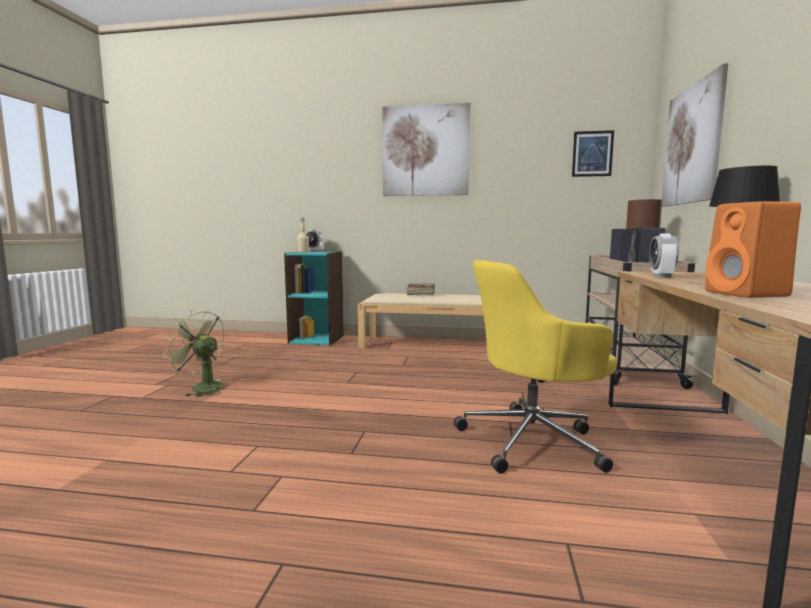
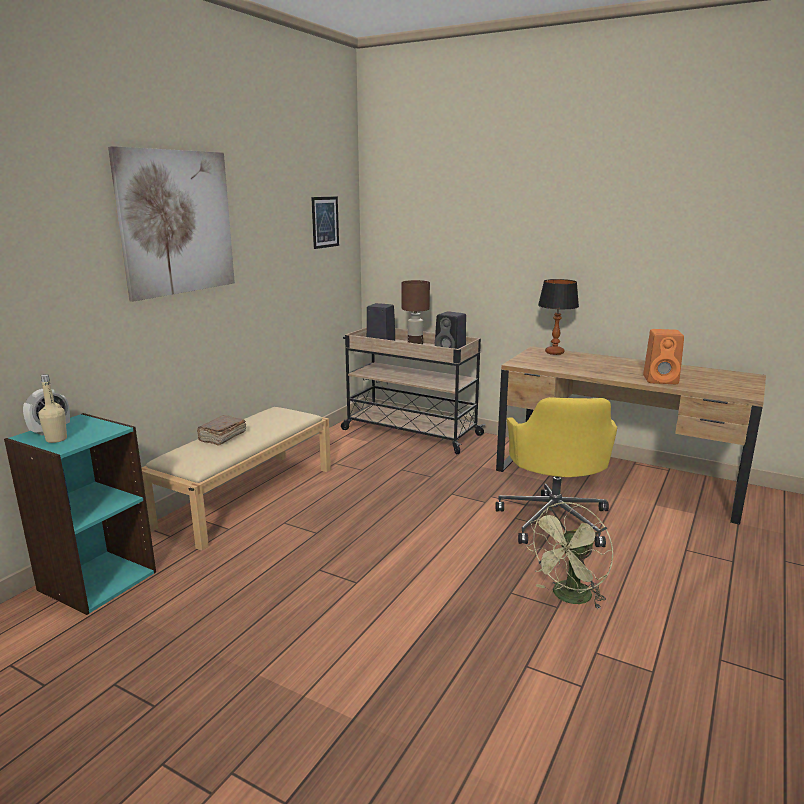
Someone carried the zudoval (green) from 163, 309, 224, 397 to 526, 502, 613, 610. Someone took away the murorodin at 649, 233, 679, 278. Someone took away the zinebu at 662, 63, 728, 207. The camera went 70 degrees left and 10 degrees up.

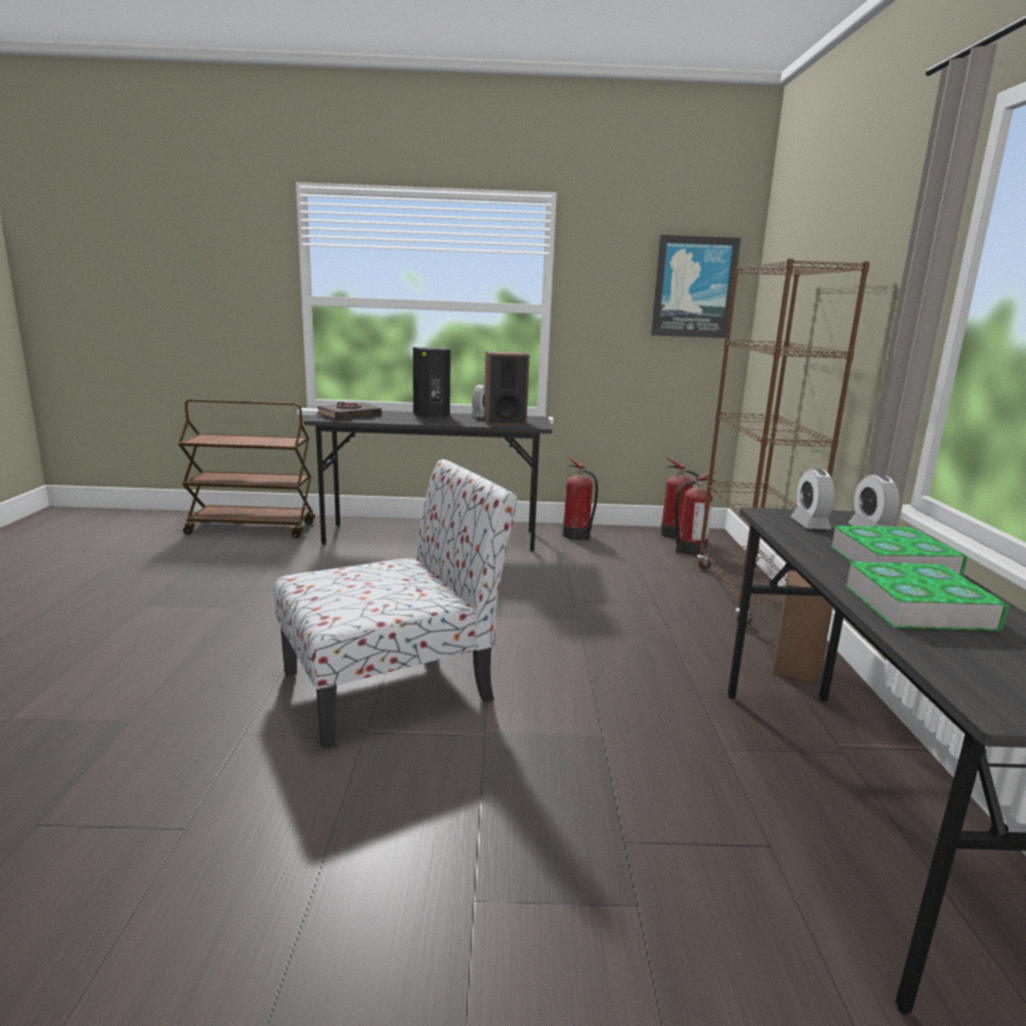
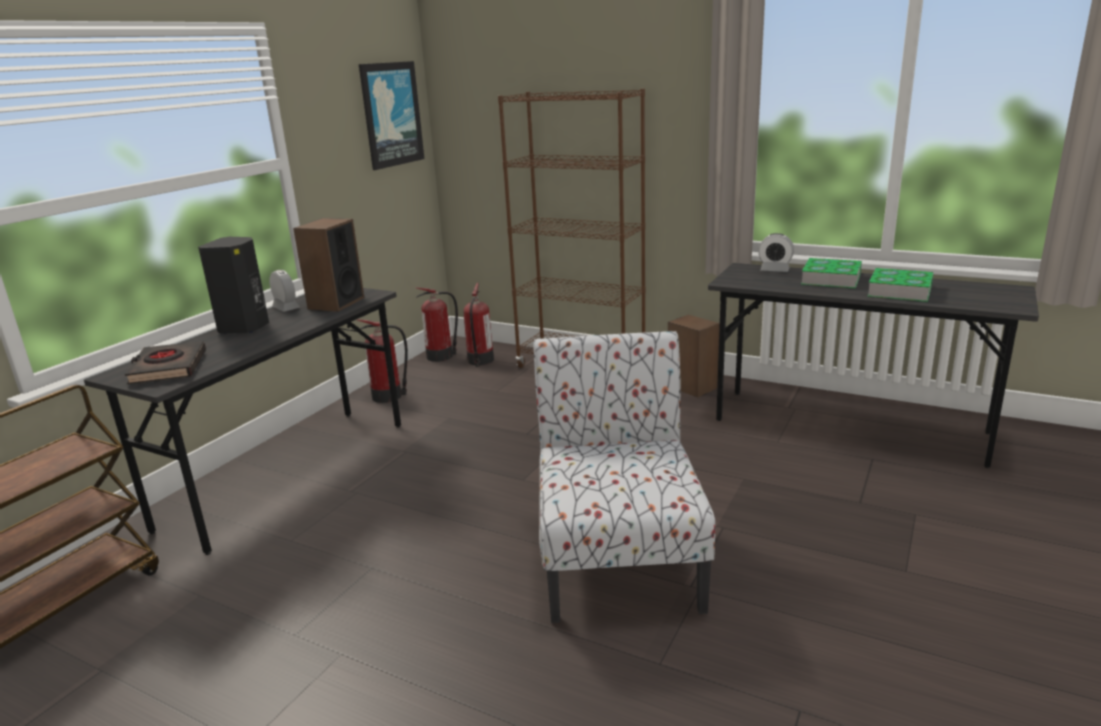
Someone took away the murorodin at 790, 469, 834, 529. The camera went 60 degrees left and 5 degrees up.

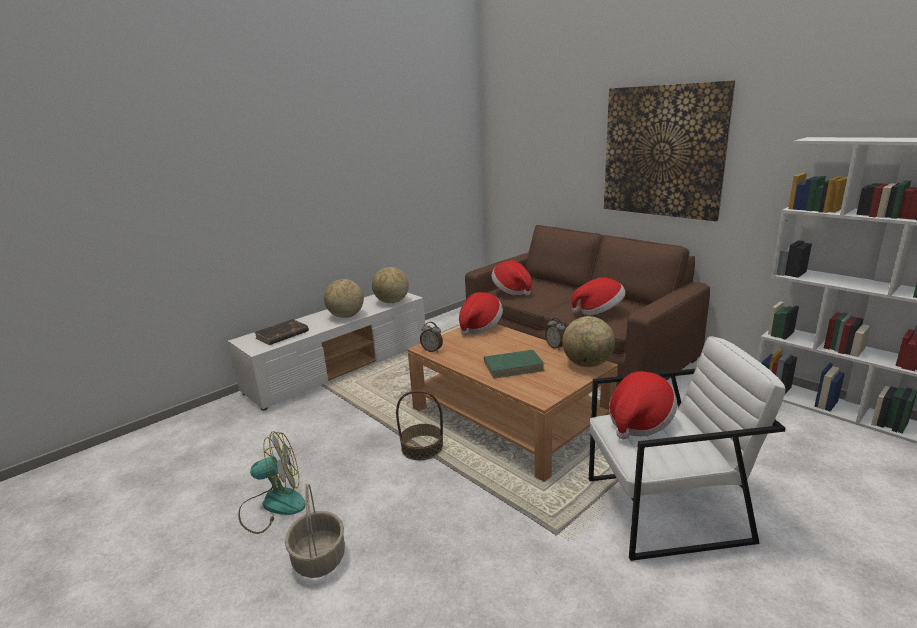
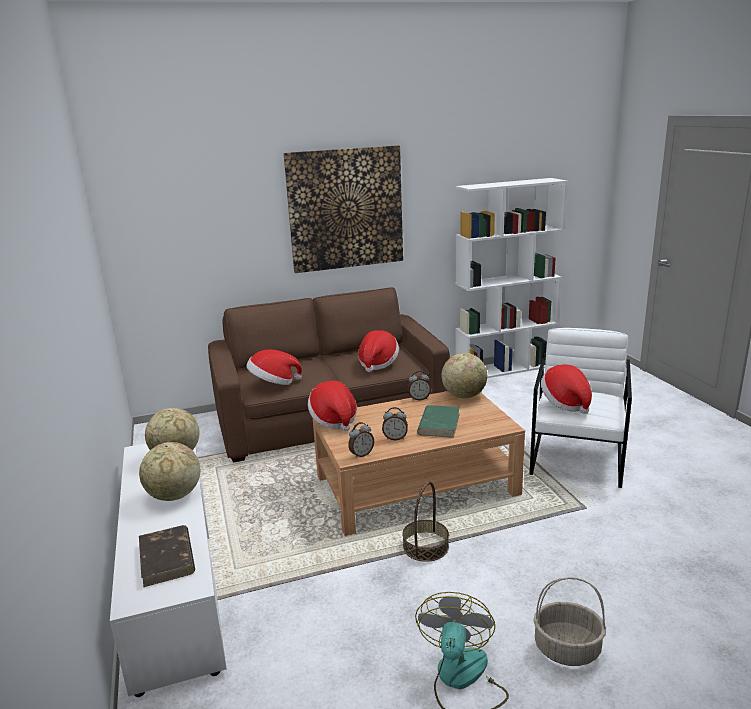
Someone put down the murorodin at 382, 407, 408, 440. The camera went 65 degrees left and 0 degrees up.

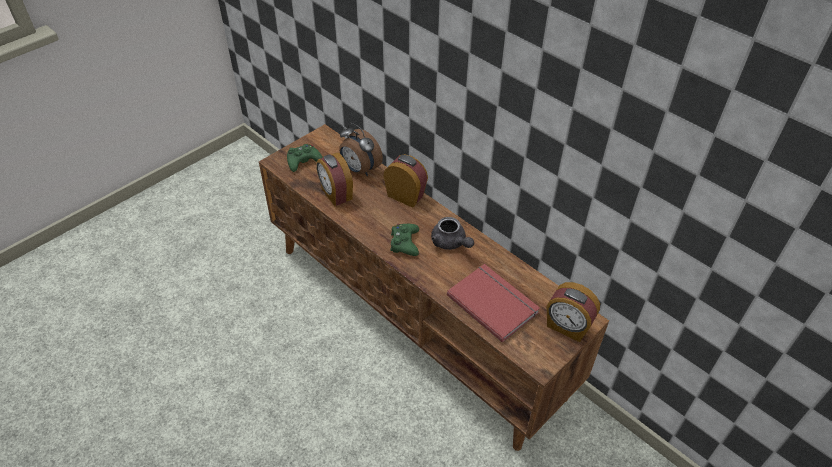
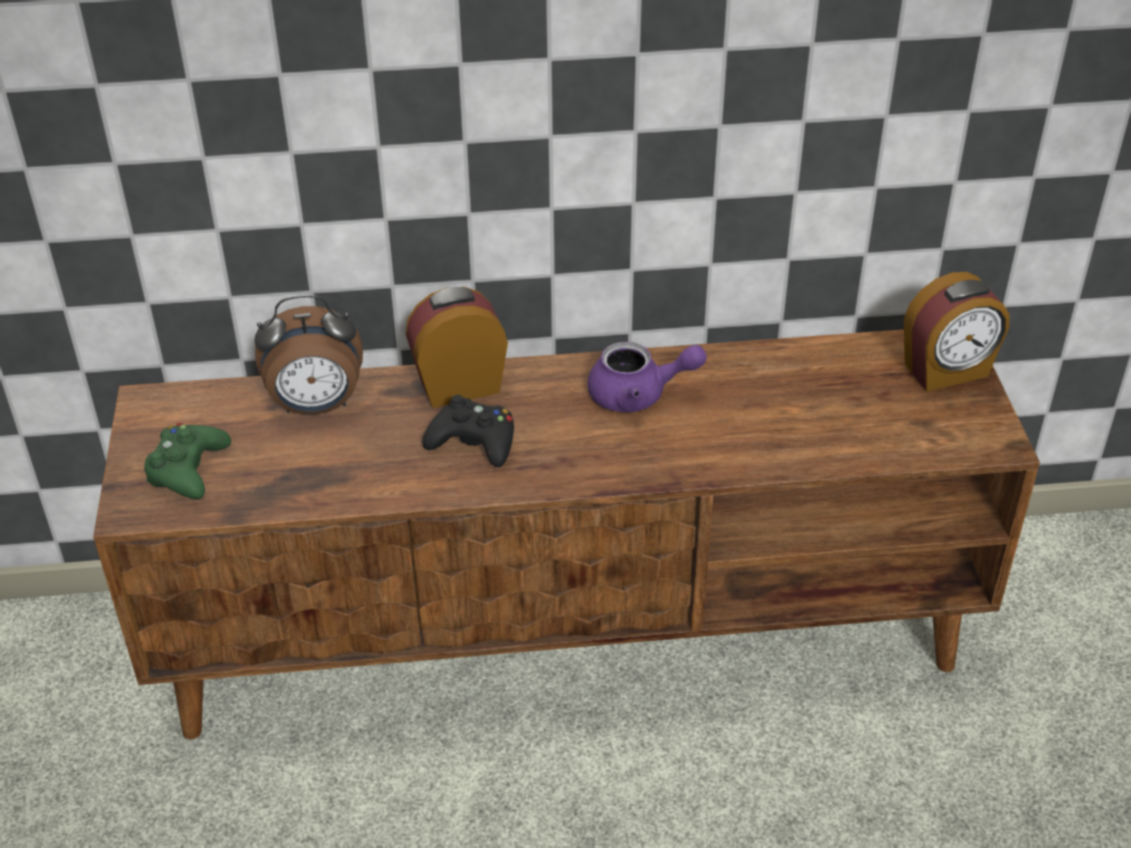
Someone took away the murorodin at 316, 153, 353, 206. Someone took away the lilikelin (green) at 390, 224, 419, 256. Someone repainted the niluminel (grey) at 431, 217, 474, 250, which became the niluminel (purple) at 588, 342, 707, 412. Someone took away the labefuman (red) at 447, 264, 540, 343. Someone put down the lilikelin (black) at 422, 395, 514, 467. The camera went 50 degrees left and 5 degrees down.

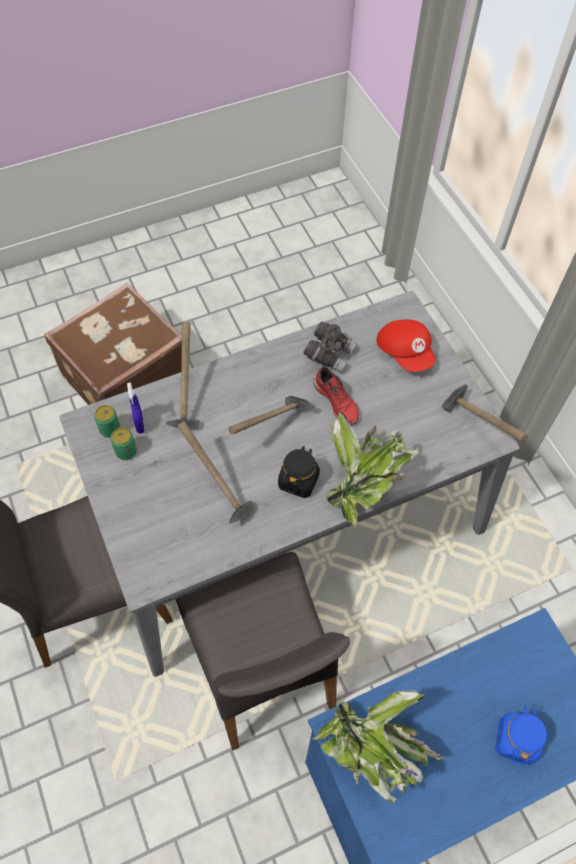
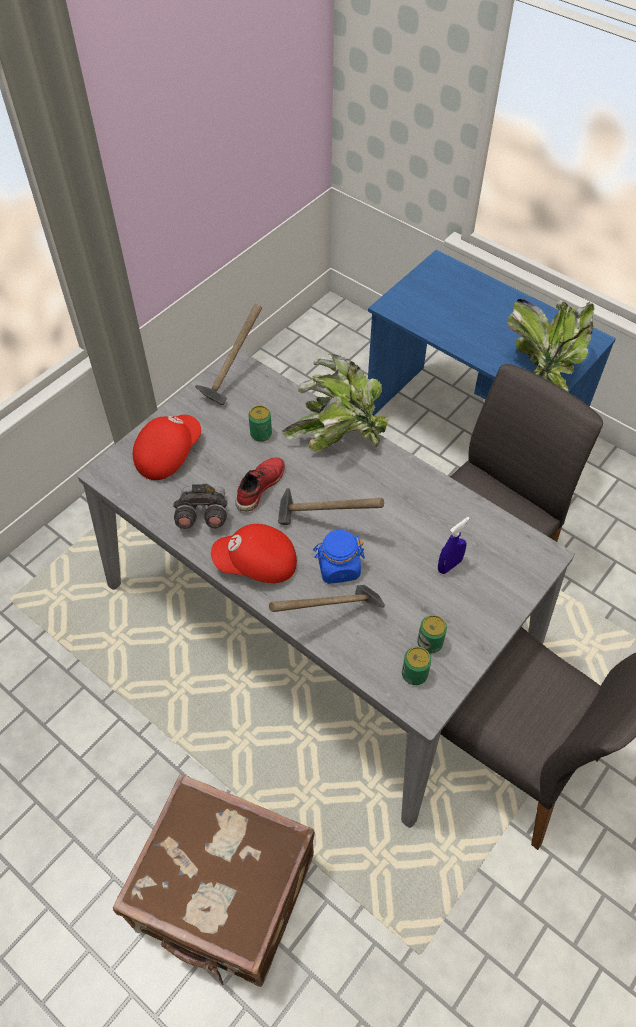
Someone carried the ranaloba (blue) from 127, 383, 145, 434 to 438, 517, 470, 574. Someone took away the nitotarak at 177, 421, 255, 524. Someone took away the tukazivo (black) at 278, 446, 320, 498. Someone carried the tukazivo (blue) from 496, 705, 547, 766 to 313, 530, 365, 584. Someone put down the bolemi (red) at 211, 524, 297, 583. Someone put down the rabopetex at 248, 405, 272, 442. The camera went 115 degrees left and 5 degrees down.

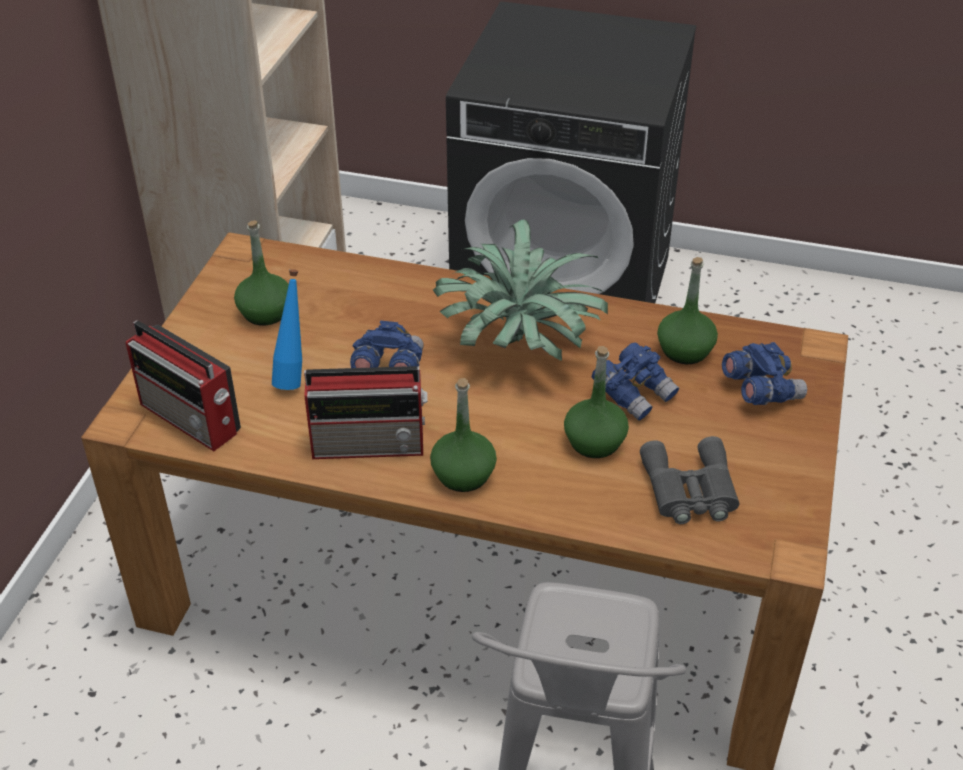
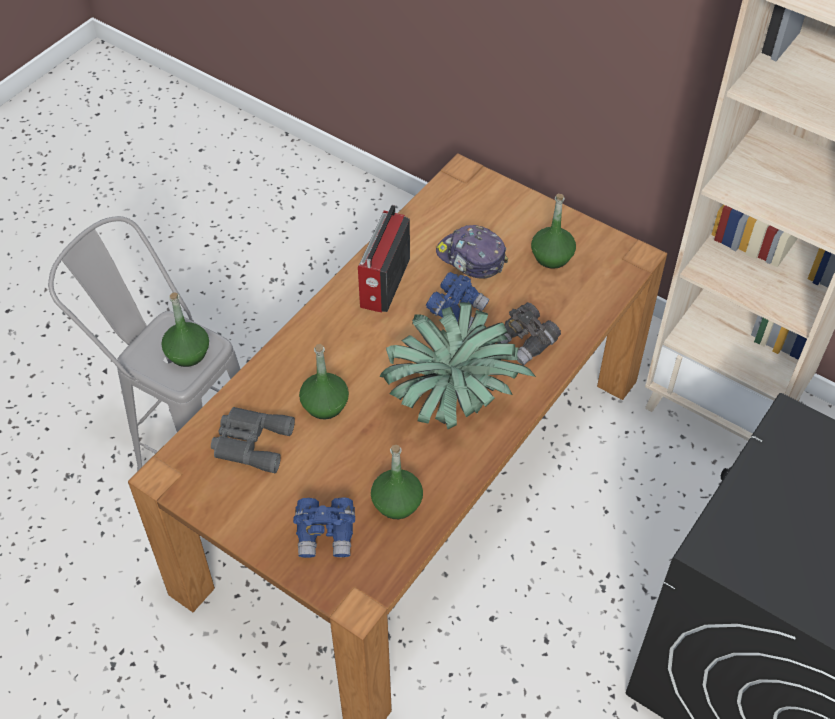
Someone took away the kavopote at 126, 320, 241, 451. Someone swapped the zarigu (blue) at 272, 269, 302, 390 for the bolemi at 436, 225, 508, 279. Someone carried the zarigu (green) from 430, 378, 497, 492 to 161, 292, 209, 367. Someone took away the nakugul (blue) at 592, 342, 679, 421. Someone put down the nakugul (grey) at 497, 302, 561, 366. The camera went 110 degrees right and 10 degrees up.

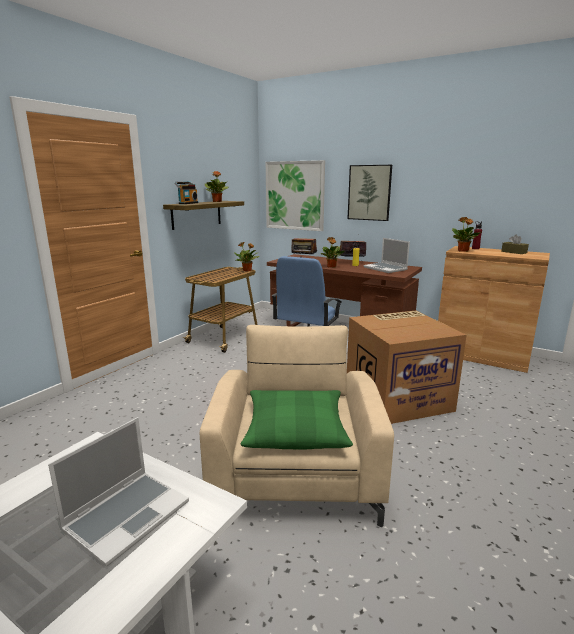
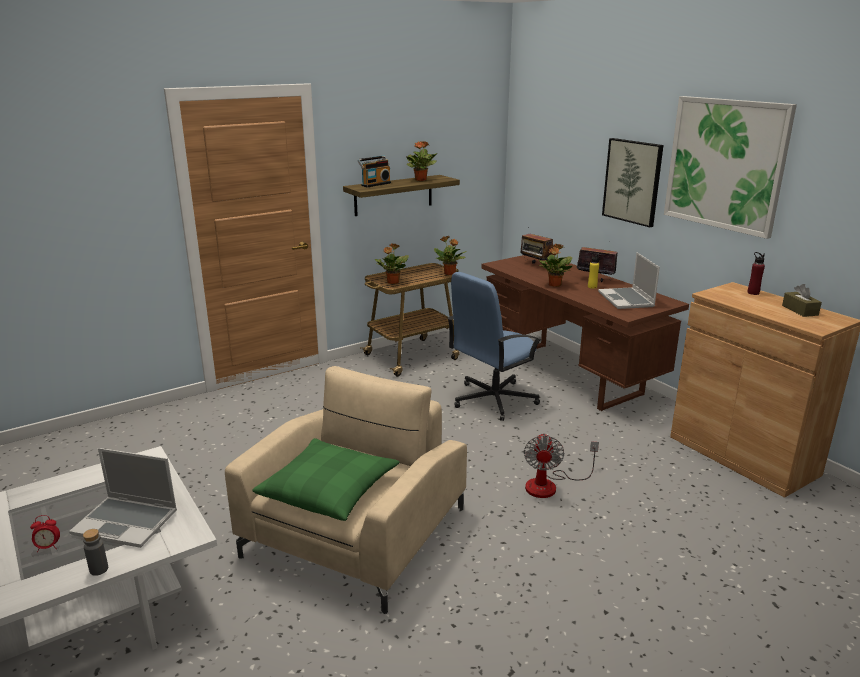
Someone rotated the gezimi at 48, 417, 189, 567 by 45 degrees clockwise. Someone carried the zinebu from 266, 160, 325, 231 to 664, 96, 797, 239. Someone swapped the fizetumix at 347, 311, 466, 424 for the zudoval at 524, 433, 599, 498. Someone carried the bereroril from 452, 217, 481, 252 to 374, 243, 409, 284. Someone put down the murorodin at 30, 515, 60, 552. Someone put down the zarigu (grey) at 83, 529, 108, 576. The camera went 25 degrees right and 5 degrees up.

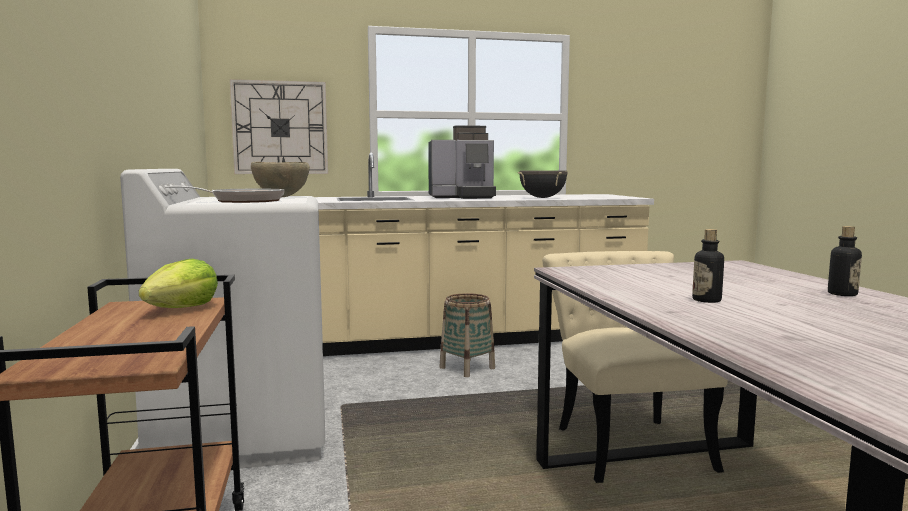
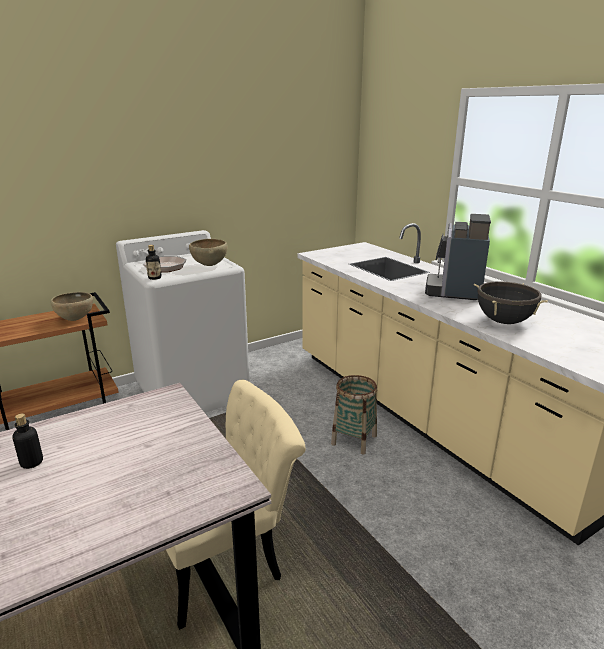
Someone swapped the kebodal at 139, 259, 218, 308 for the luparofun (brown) at 51, 292, 93, 321. Someone took away the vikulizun at 230, 79, 328, 174. Someone rotated the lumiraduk at 428, 125, 496, 199 by 45 degrees clockwise. Someone carried the zarigu from 828, 226, 862, 296 to 146, 245, 161, 280. The camera went 70 degrees right and 15 degrees up.

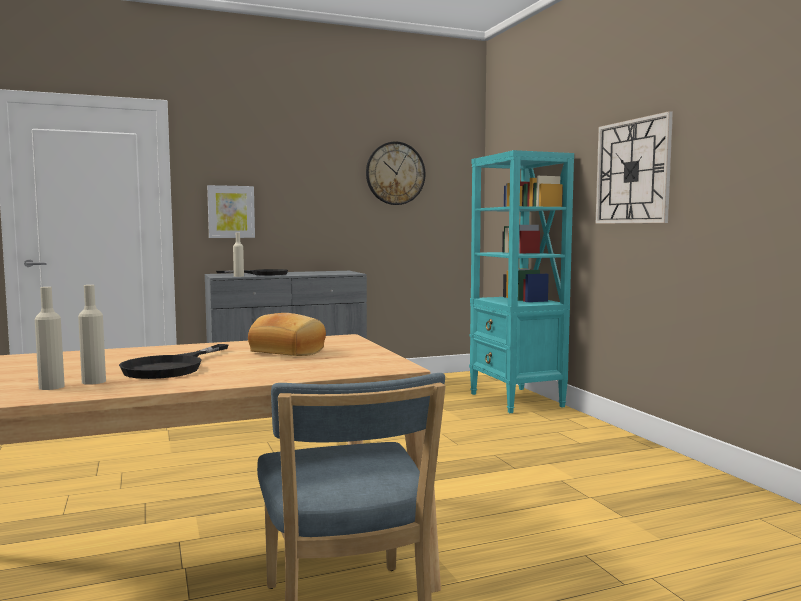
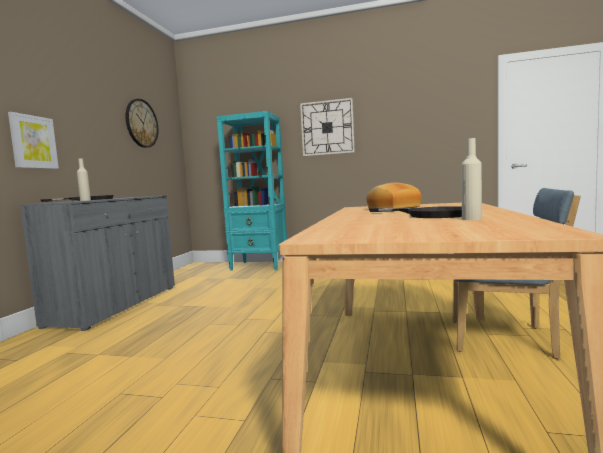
Someone took away the zarigu (beige) at 35, 287, 65, 390. The camera went 55 degrees left and 0 degrees up.

